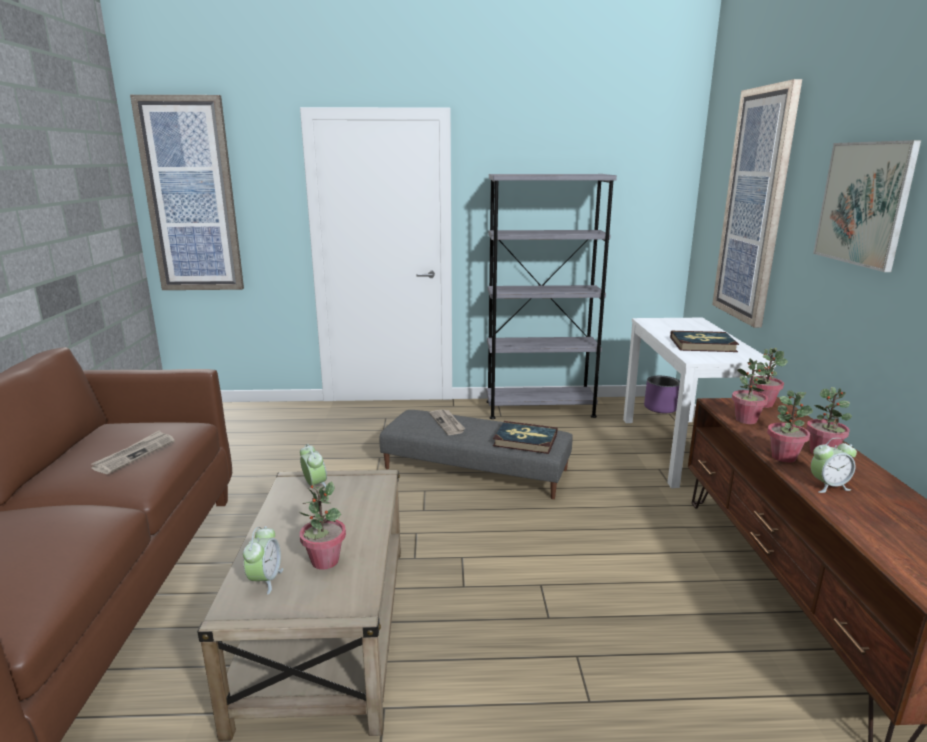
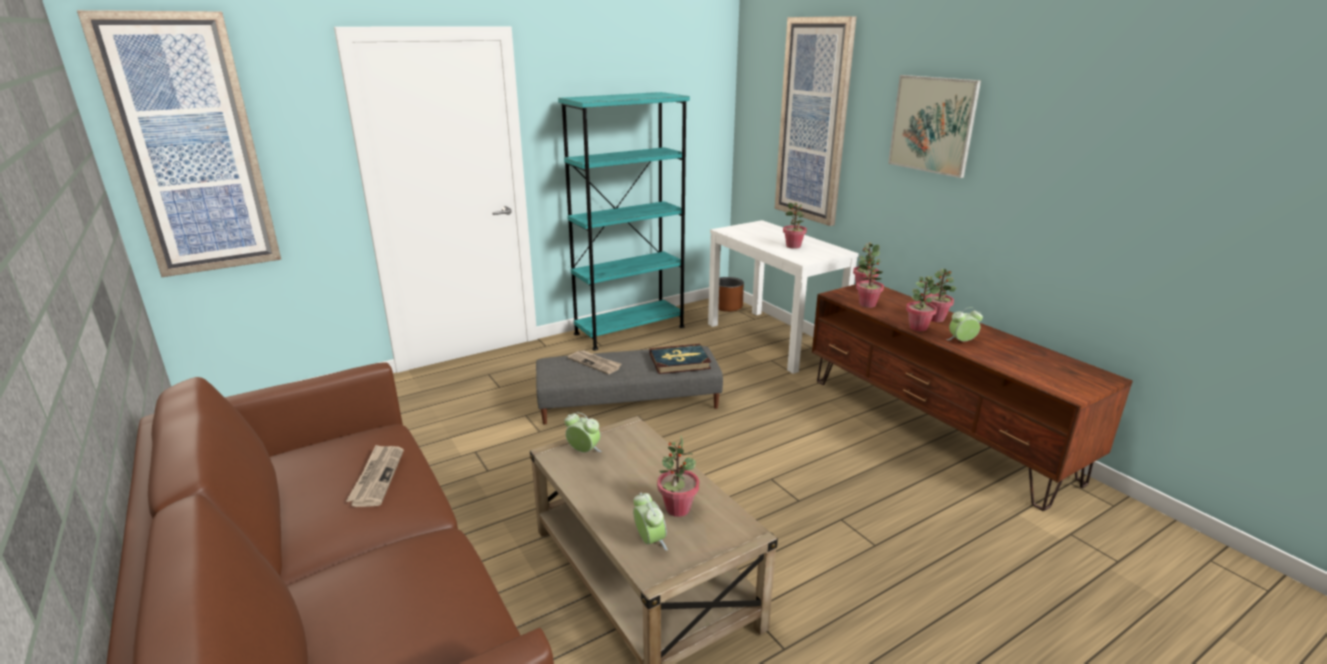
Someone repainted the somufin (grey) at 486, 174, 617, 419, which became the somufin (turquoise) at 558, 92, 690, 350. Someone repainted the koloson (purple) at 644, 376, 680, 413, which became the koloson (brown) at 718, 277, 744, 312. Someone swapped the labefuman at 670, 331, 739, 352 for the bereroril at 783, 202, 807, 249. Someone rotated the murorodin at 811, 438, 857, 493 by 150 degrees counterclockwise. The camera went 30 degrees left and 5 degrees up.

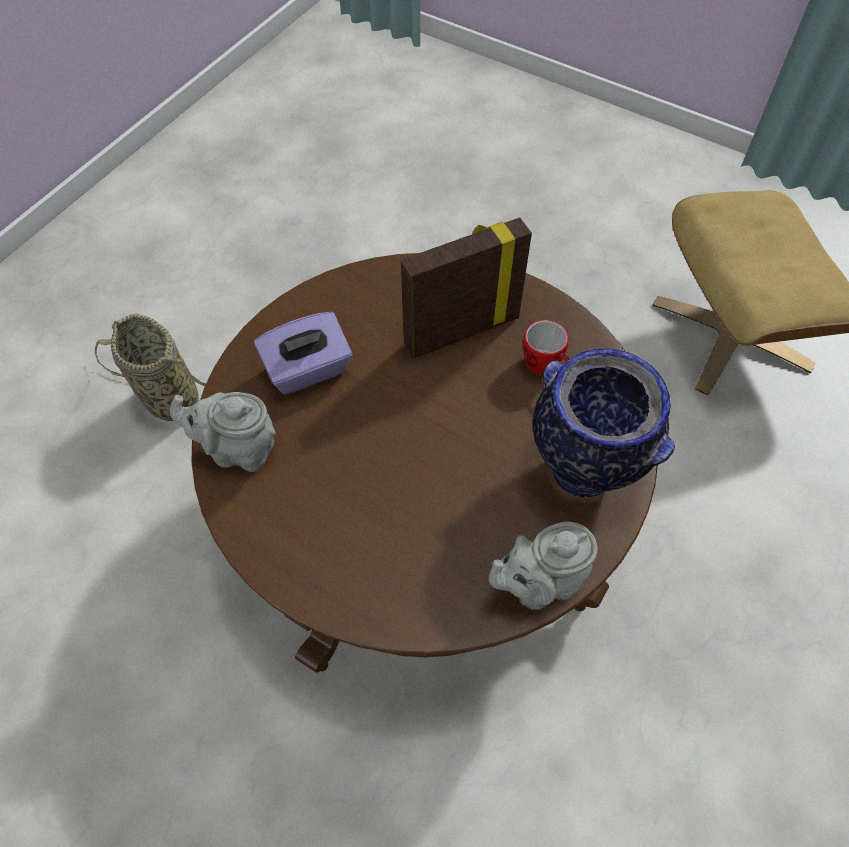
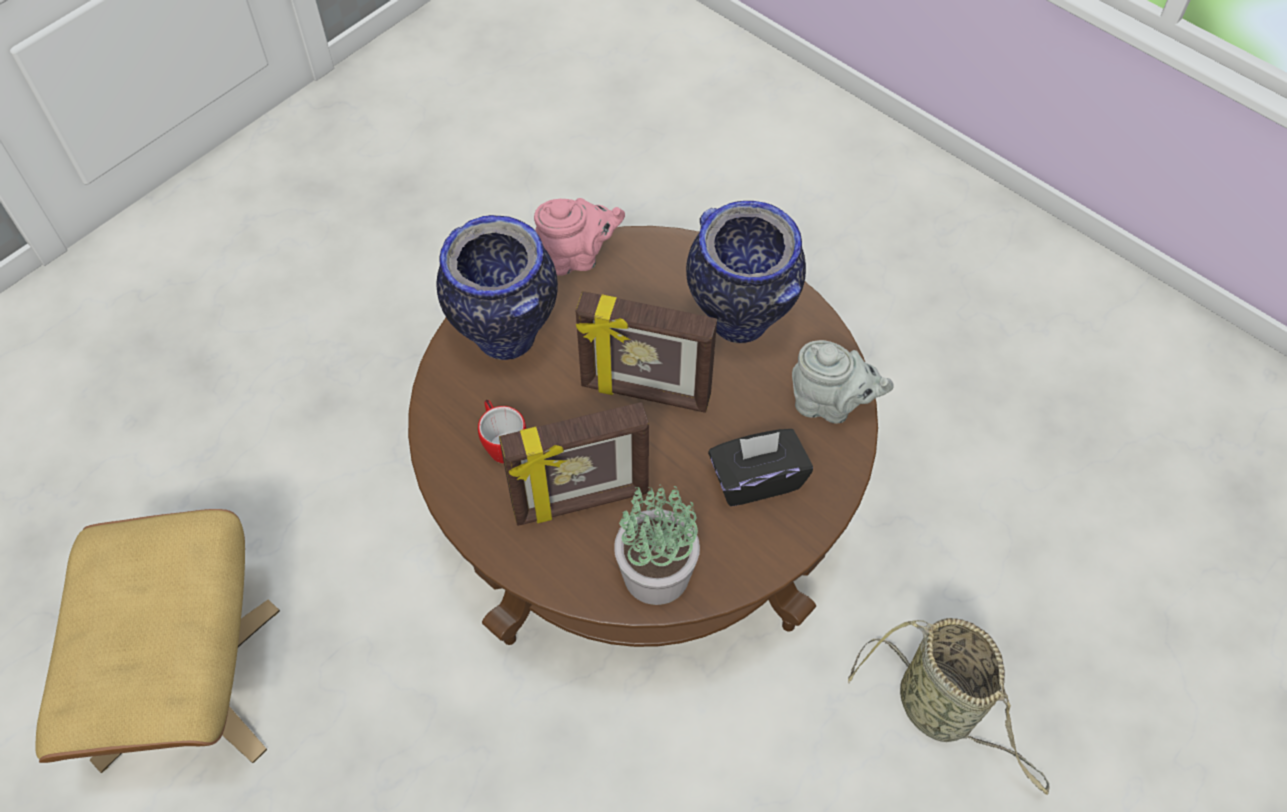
Someone repainted the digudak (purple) at 254, 312, 352, 395, which became the digudak (black) at 708, 429, 813, 506. Someone repainted the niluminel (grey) at 489, 522, 597, 610, which became the niluminel (pink) at 534, 198, 625, 276. Someone put down the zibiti at 576, 291, 717, 413. Someone put down the bereroril at 614, 485, 700, 605. Someone put down the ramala at 686, 201, 806, 343. The camera went 170 degrees left and 0 degrees up.

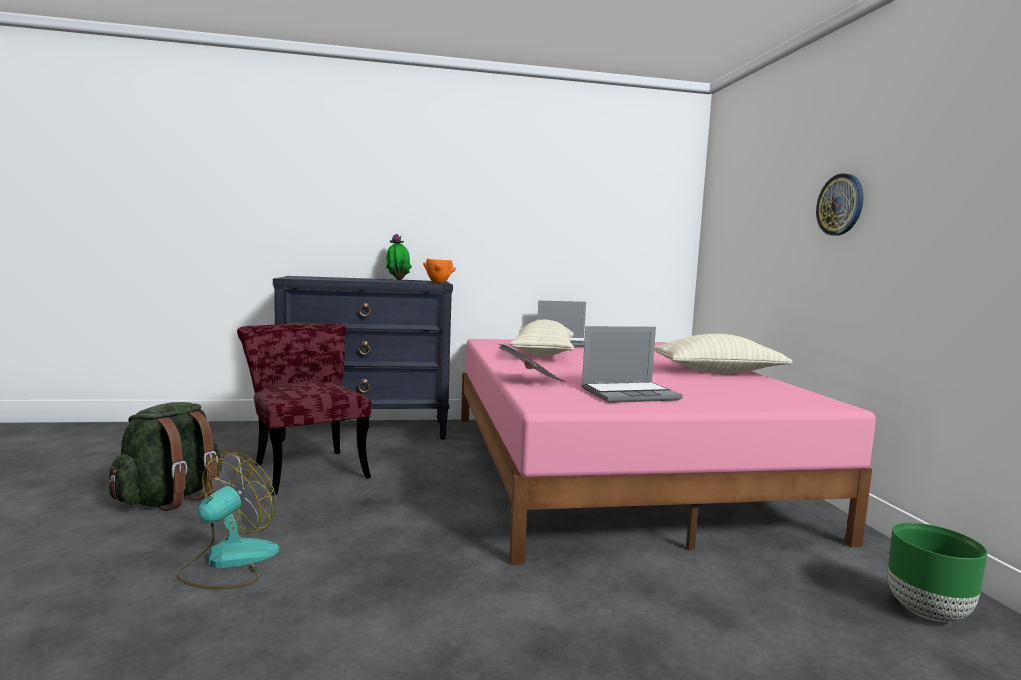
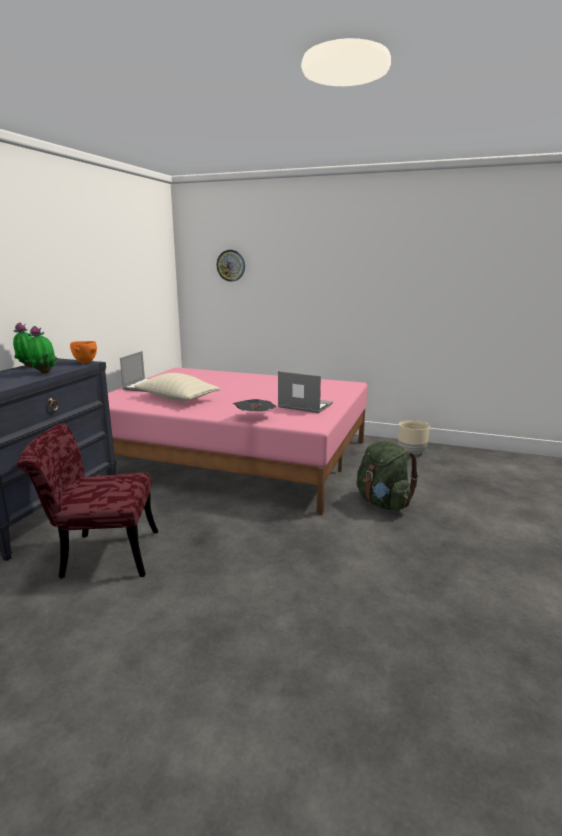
Someone carried the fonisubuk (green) from 109, 402, 222, 511 to 357, 441, 419, 510. Someone took away the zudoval at 176, 452, 279, 589. Someone rotated the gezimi at 581, 326, 683, 403 by 75 degrees counterclockwise. Someone took away the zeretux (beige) at 654, 334, 792, 373. Someone carried the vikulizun from 816, 173, 864, 236 to 217, 250, 245, 282. Someone repainted the koloson (green) at 888, 523, 987, 622, which became the koloson (beige) at 398, 420, 430, 455. Someone put down the bereroril at 27, 326, 57, 374. The camera went 60 degrees left and 10 degrees up.

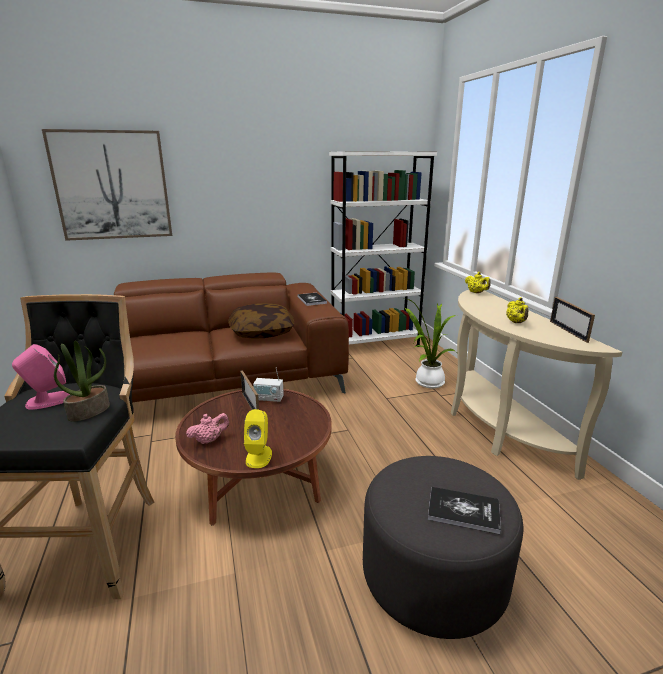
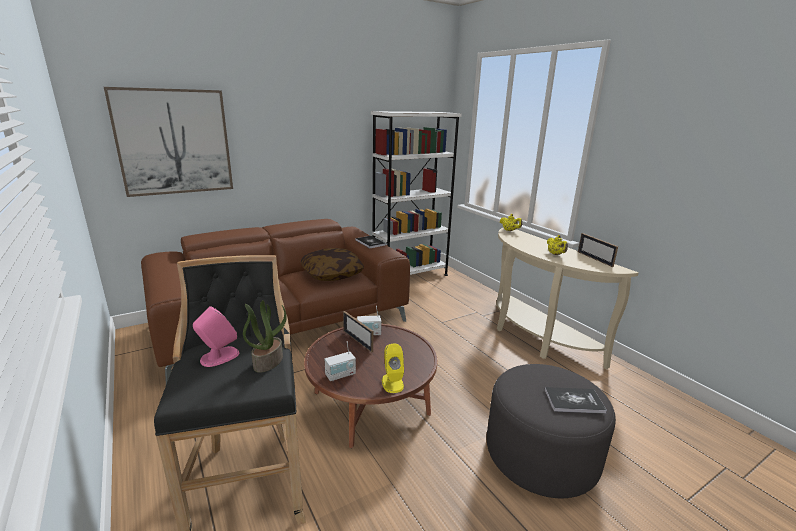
Someone swapped the niluminel (pink) at 186, 413, 229, 444 for the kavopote at 325, 342, 356, 381. Someone took away the bereroril at 404, 298, 456, 388. The camera went 15 degrees left and 0 degrees up.

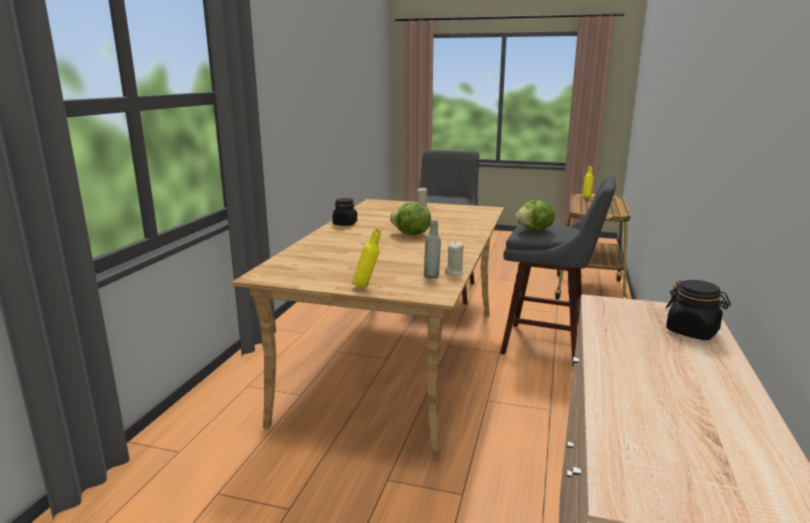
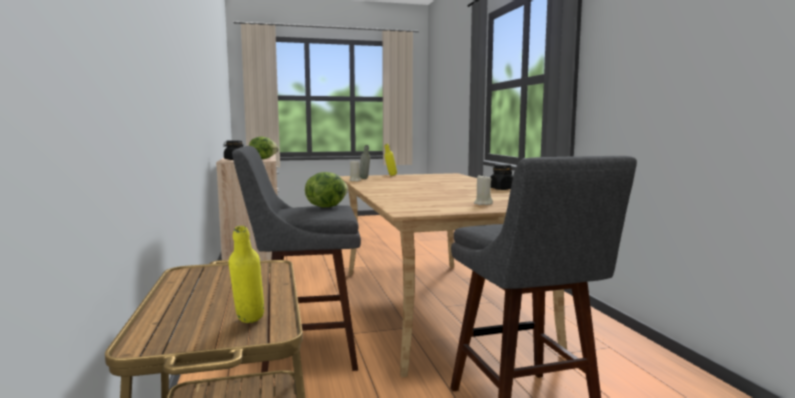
Someone carried the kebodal from 390, 203, 431, 235 to 249, 137, 279, 159. The camera went 150 degrees right and 10 degrees down.

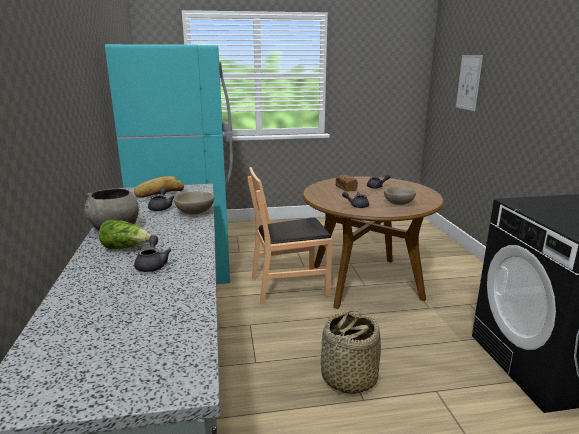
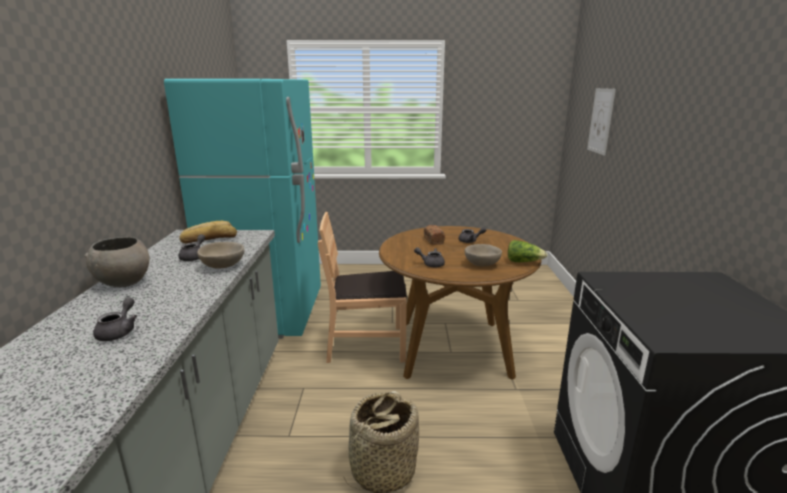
Someone carried the kebodal from 99, 219, 151, 249 to 508, 240, 547, 262. The camera went 10 degrees right and 0 degrees up.

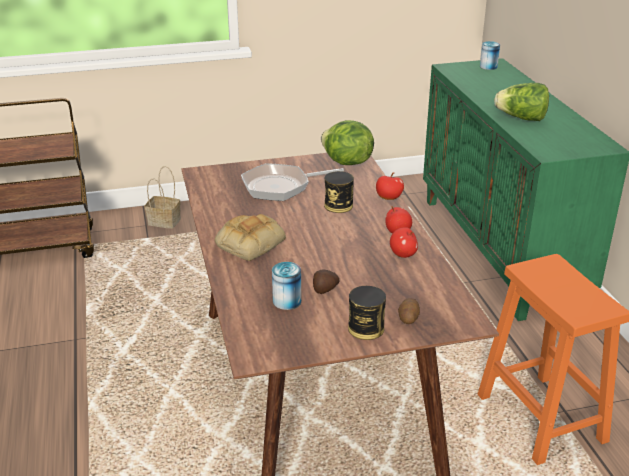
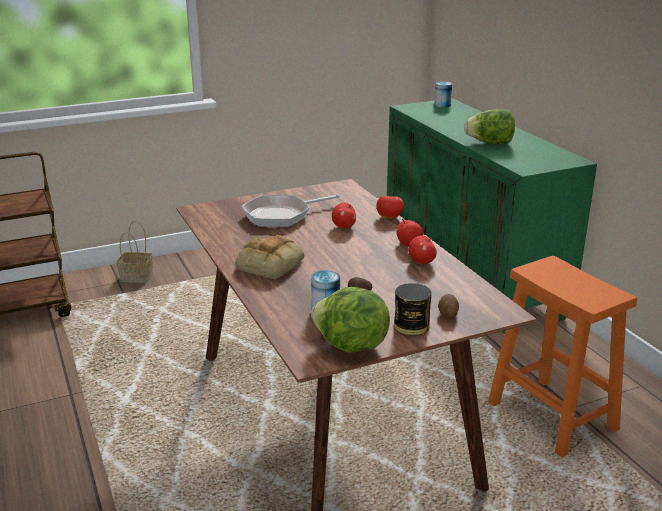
Someone carried the kebodal from 321, 120, 374, 165 to 311, 287, 390, 352. Someone swapped the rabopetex at 324, 171, 354, 213 for the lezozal at 332, 202, 356, 229. The camera went 10 degrees left and 5 degrees down.

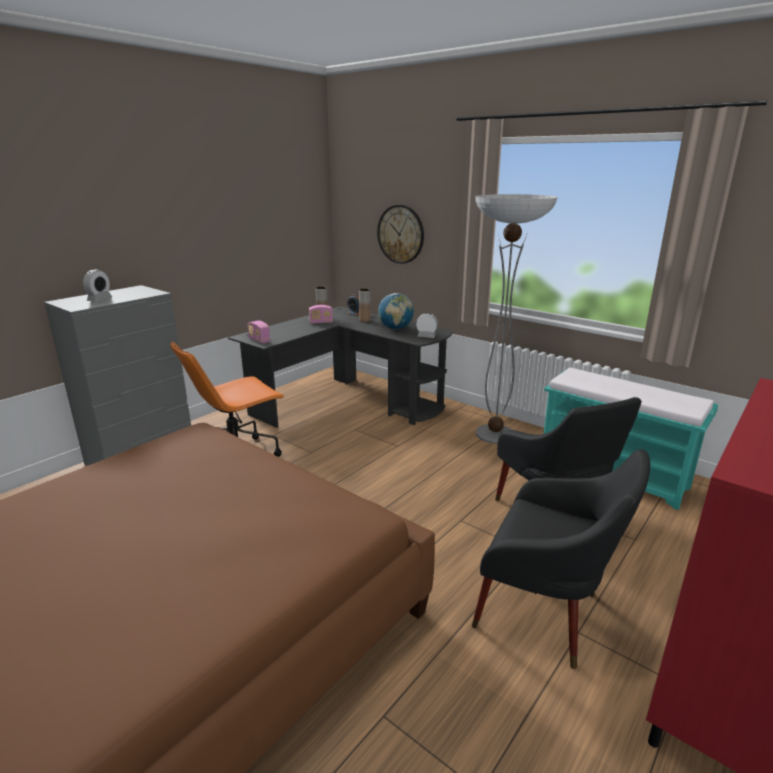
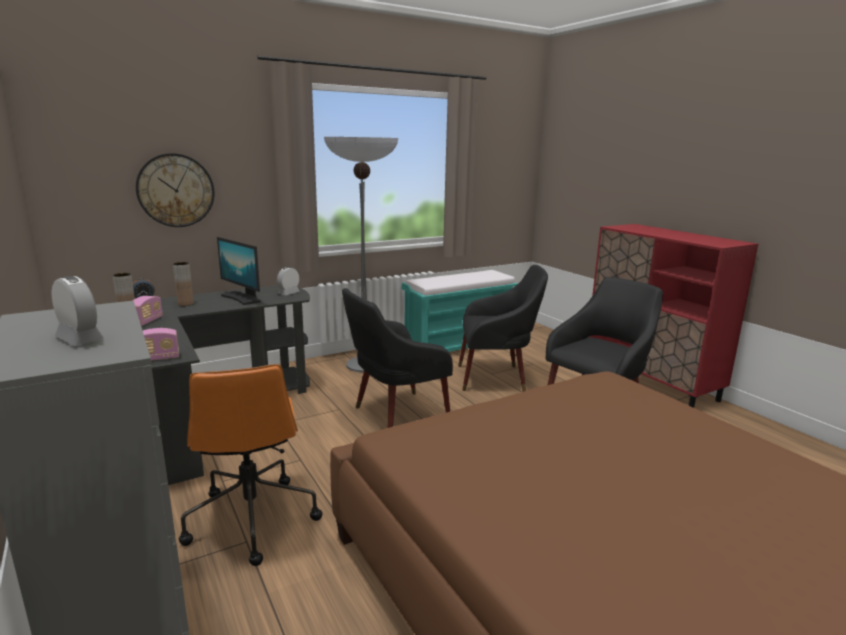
Someone swapped the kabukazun at 378, 293, 414, 330 for the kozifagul at 217, 237, 261, 305. Someone put down the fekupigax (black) at 342, 288, 453, 428. The camera went 70 degrees left and 5 degrees down.

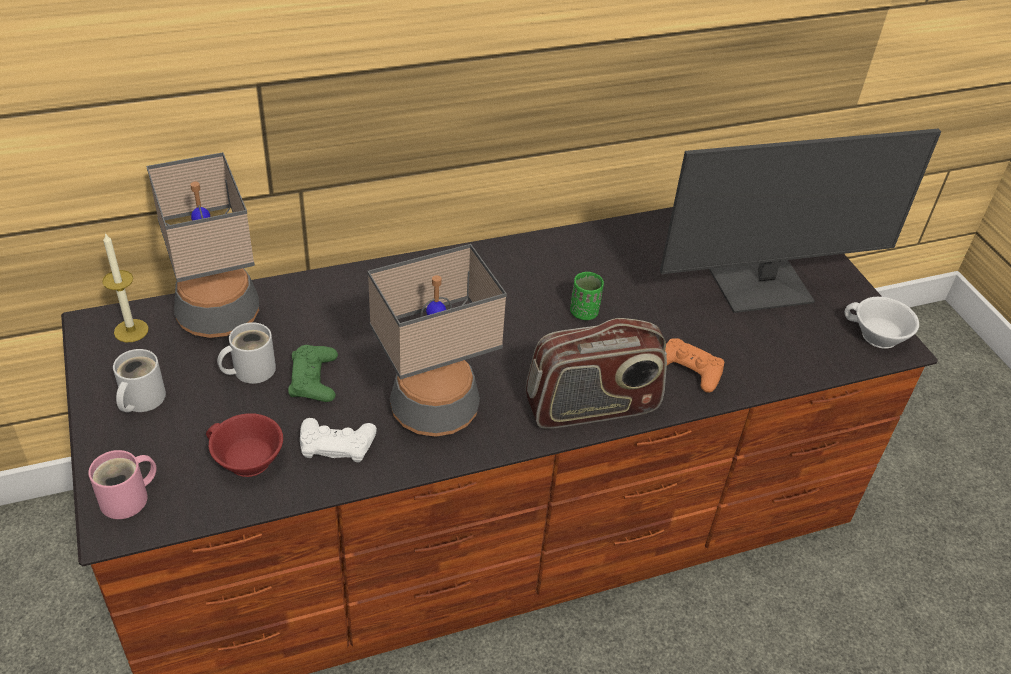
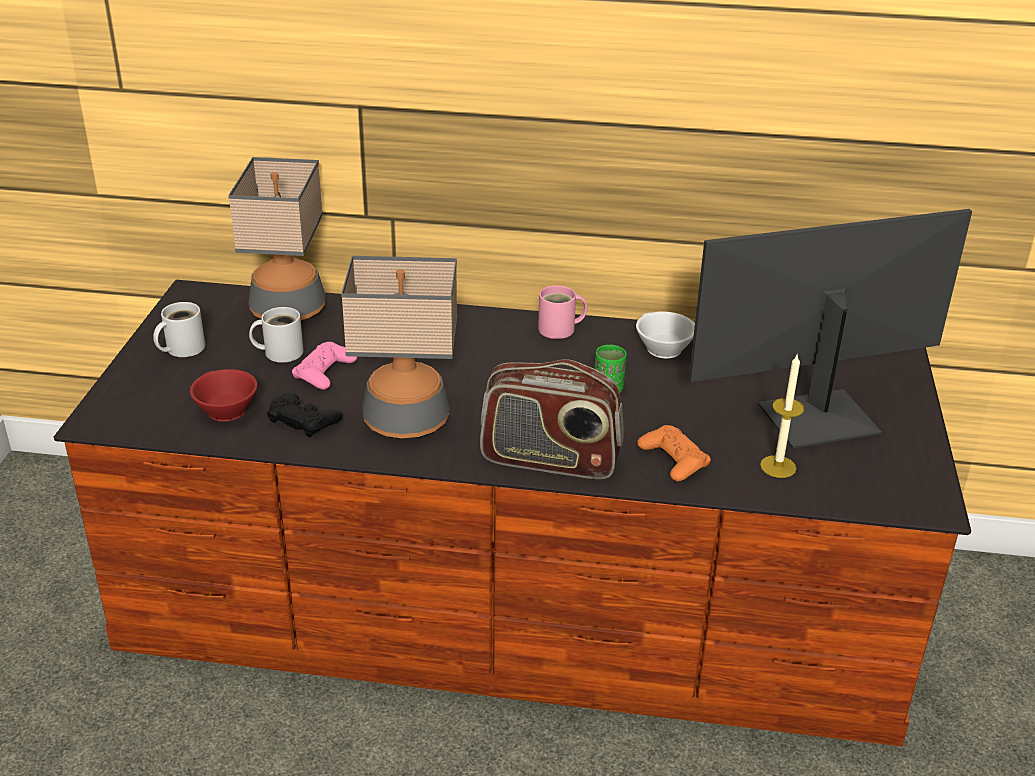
Someone carried the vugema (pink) from 88, 450, 157, 519 to 538, 285, 587, 339. Someone carried the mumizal from 102, 232, 149, 342 to 760, 353, 804, 478. Someone repainted the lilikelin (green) at 288, 345, 338, 402, which became the lilikelin (pink) at 292, 342, 357, 390. Someone repainted the lilikelin (white) at 300, 418, 377, 462, which became the lilikelin (black) at 267, 393, 343, 437. Someone rotated the kozifagul at 660, 128, 941, 313 by 150 degrees clockwise. Someone carried the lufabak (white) from 845, 297, 919, 349 to 636, 312, 695, 358. The camera went 30 degrees right and 10 degrees down.

